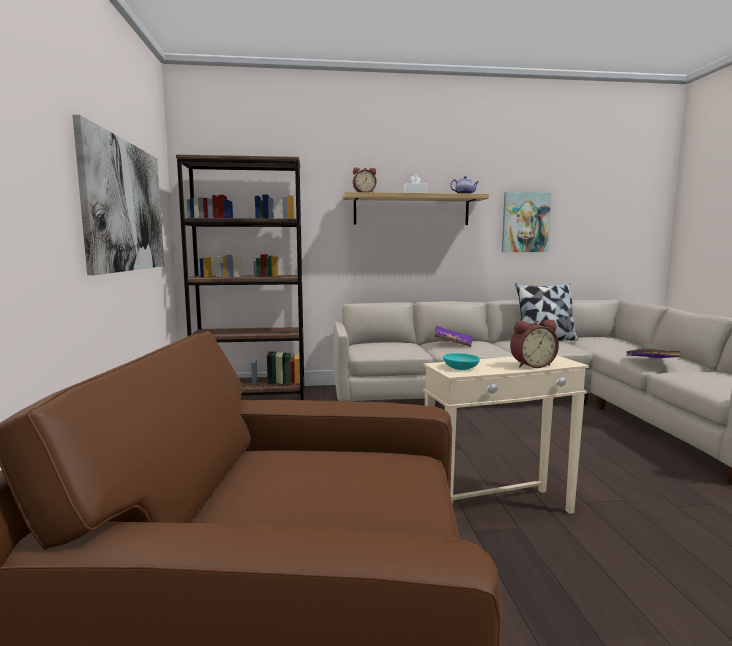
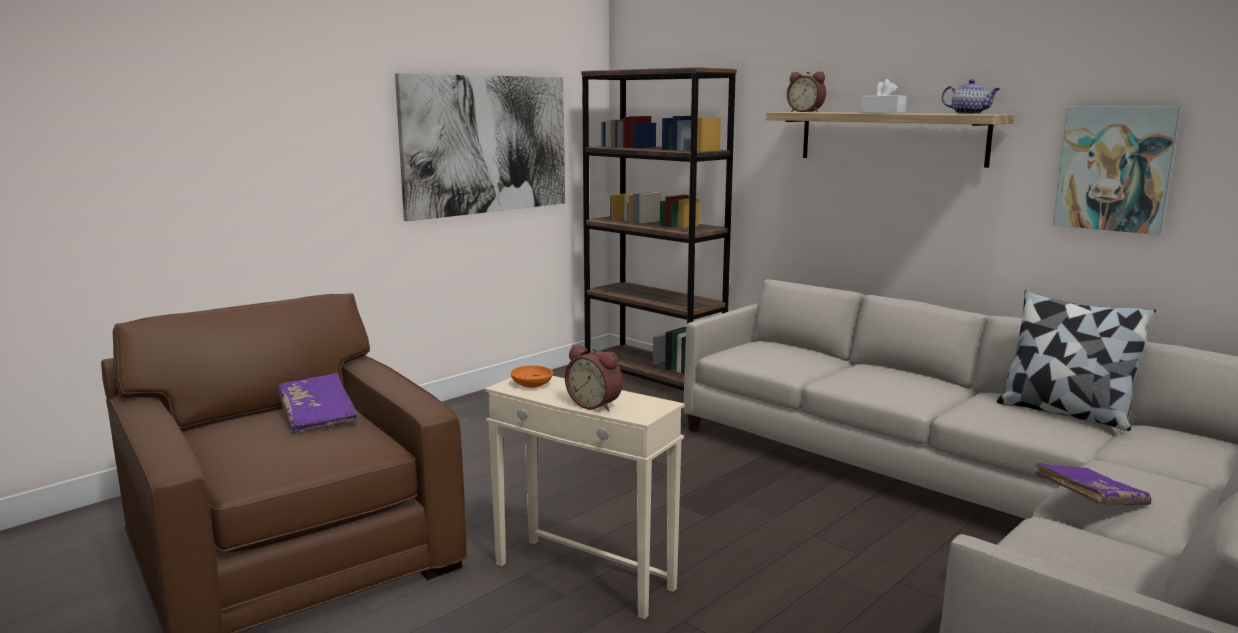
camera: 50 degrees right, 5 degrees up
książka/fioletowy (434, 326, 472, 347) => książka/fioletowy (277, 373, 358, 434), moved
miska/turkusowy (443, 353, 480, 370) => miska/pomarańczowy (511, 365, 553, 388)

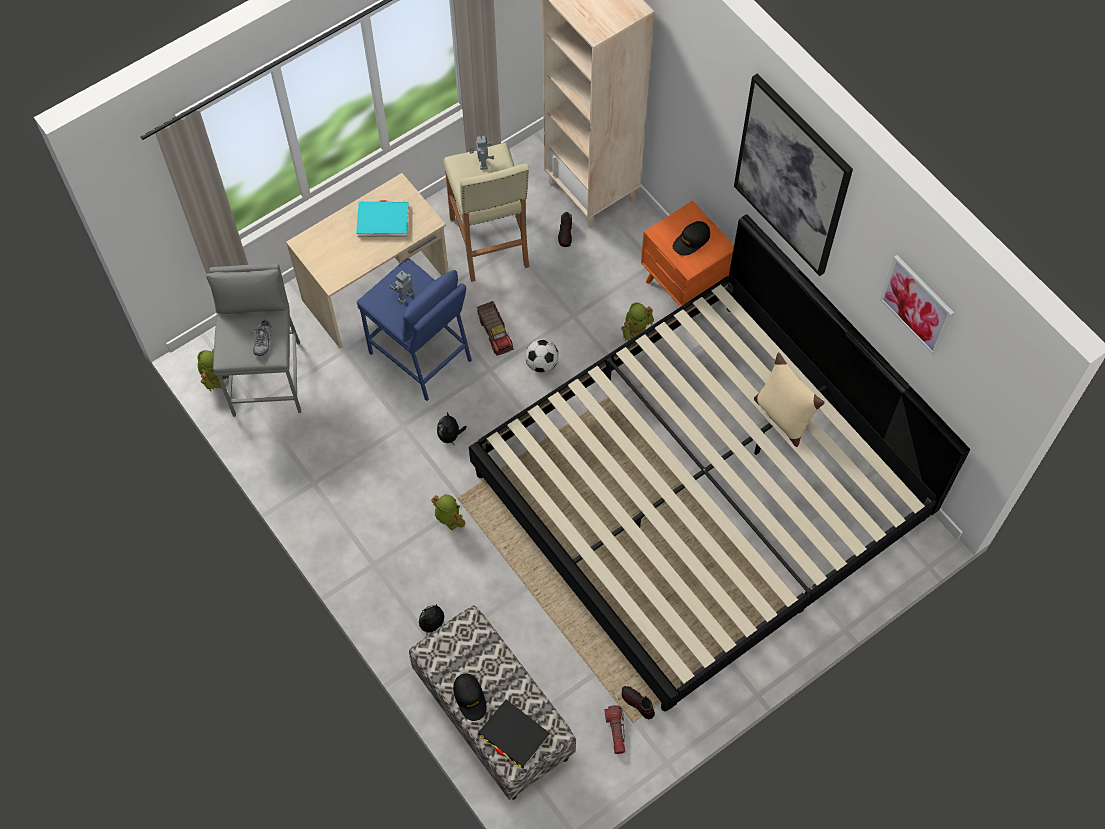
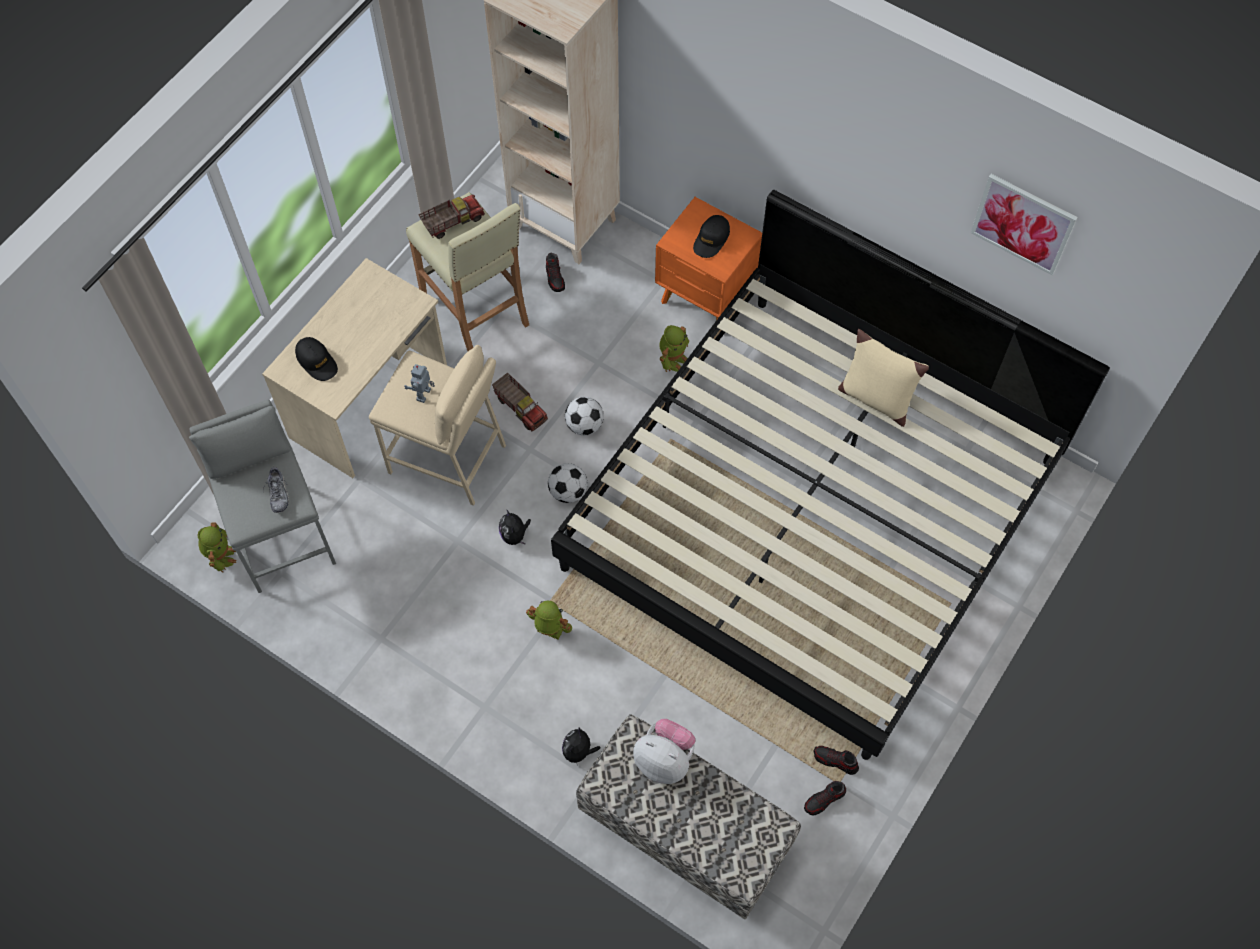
camera: 20 degrees left, 0 degrees up
obraz (734, 73, 853, 276) => nothing
robot zabawkowy (469, 136, 494, 170) => ciężarówka zabawkowa (418, 194, 485, 239)
książka/turkusowy (356, 200, 409, 237) => nothing
stołek/niebieski (357, 258, 472, 401) => stołek/beżowy (369, 345, 506, 506)
czapka z daszkiem/czarny (453, 673, 487, 721) => czapka z daszkiem/czarny (295, 337, 338, 381), moved
książka/czarny (478, 699, 550, 769) => nothing
latarka (605, 705, 625, 754) => but (804, 781, 846, 816)
nothing => piłka futbolowa (548, 463, 587, 503)
nothing => pluszak (633, 719, 696, 784)

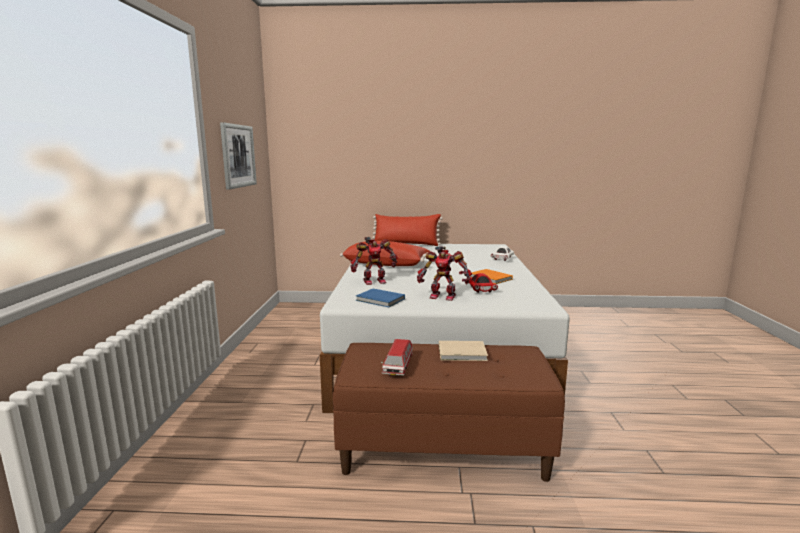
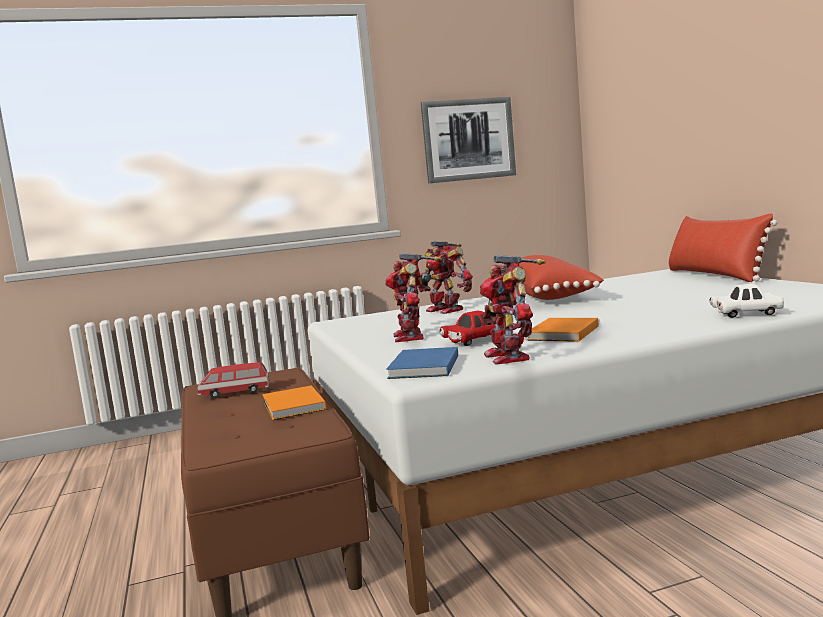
camera: 70 degrees right, 5 degrees down
książka/niebieski (356, 289, 405, 307) => książka/niebieski (386, 347, 458, 379), moved
książka/beżowy (439, 341, 488, 361) => książka/pomarańczowy (262, 385, 326, 420)
nothing => robot zabawkowy (480, 255, 546, 364)

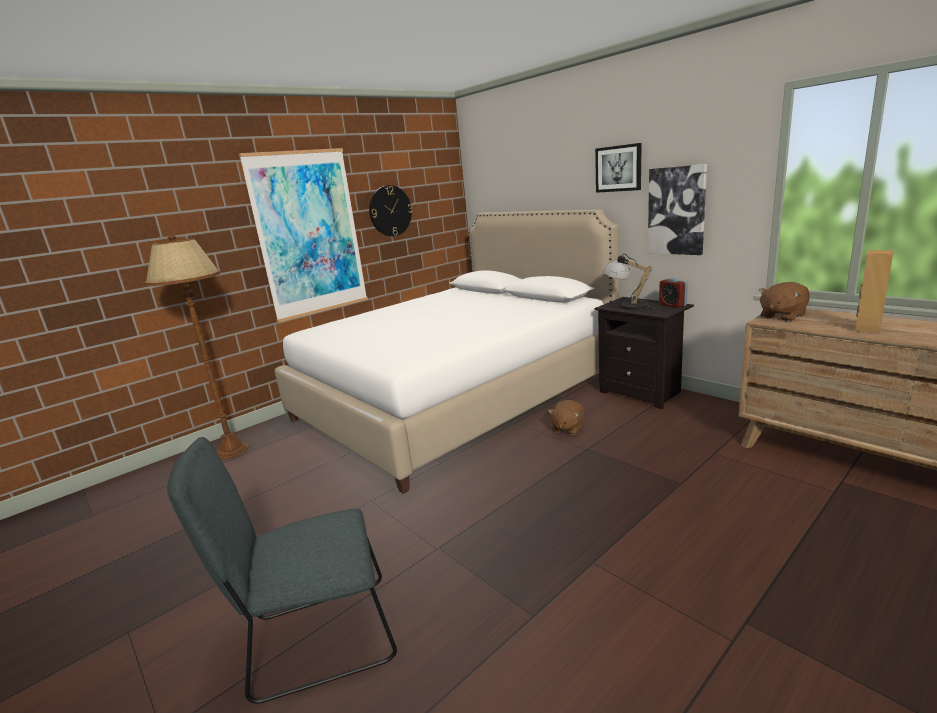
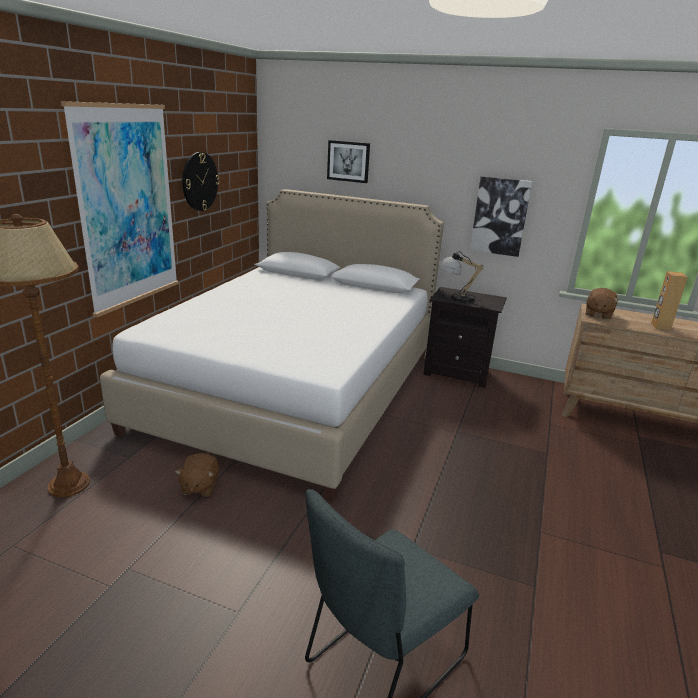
camera: 30 degrees left, 5 degrees up
obraz (595, 143, 642, 193) => obraz (327, 140, 370, 183), moved
budzik (659, 278, 688, 308) => nothing
pluszak/brązowy (548, 400, 584, 435) => pluszak/brązowy (175, 453, 219, 496), moved

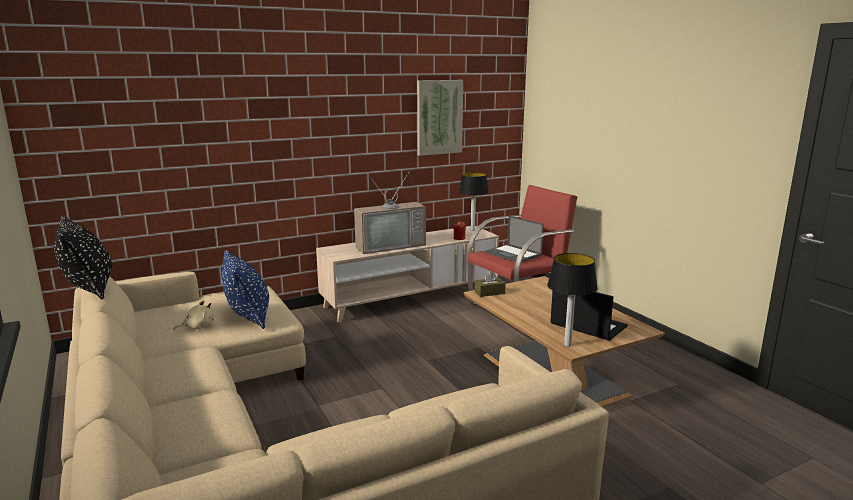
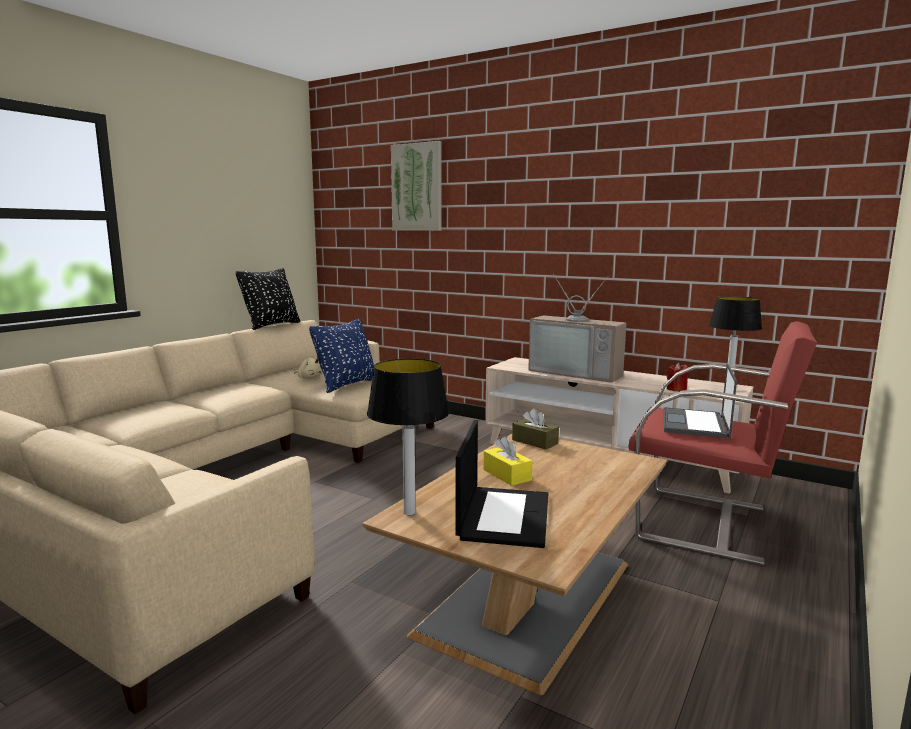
camera: 60 degrees right, 5 degrees down
obraz (417, 80, 463, 156) => obraz (391, 141, 442, 231), moved
nothing => pudełko chusteczek/żółty (484, 436, 532, 486)

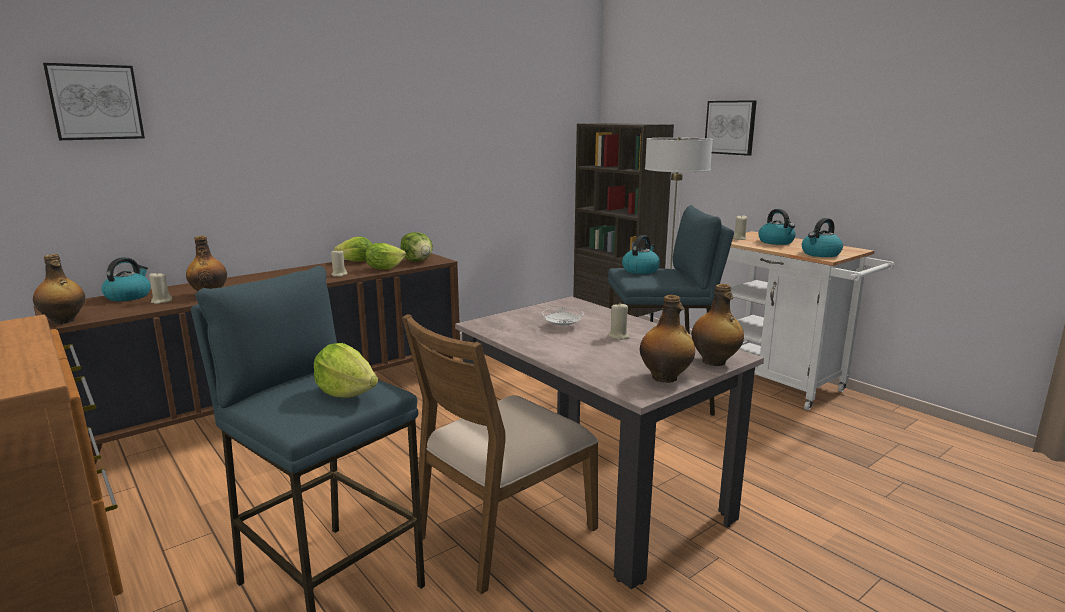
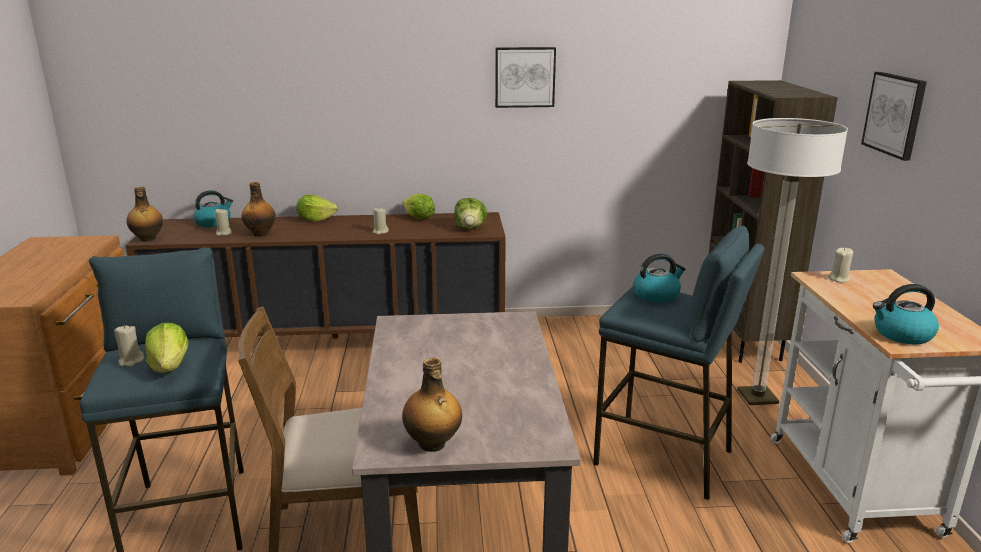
camera: 35 degrees right, 5 degrees up
obraz (43, 63, 145, 140) => obraz (495, 47, 556, 108), moved
czajnik (759, 209, 796, 245) => nothing
sałata (365, 243, 406, 270) => sałata (296, 194, 338, 222), moved
butelka (692, 284, 744, 366) => nothing
świeca/beżowy (609, 302, 630, 340) => świeca/beżowy (114, 325, 144, 367), moved
talerz/biały (542, 307, 583, 326) => nothing

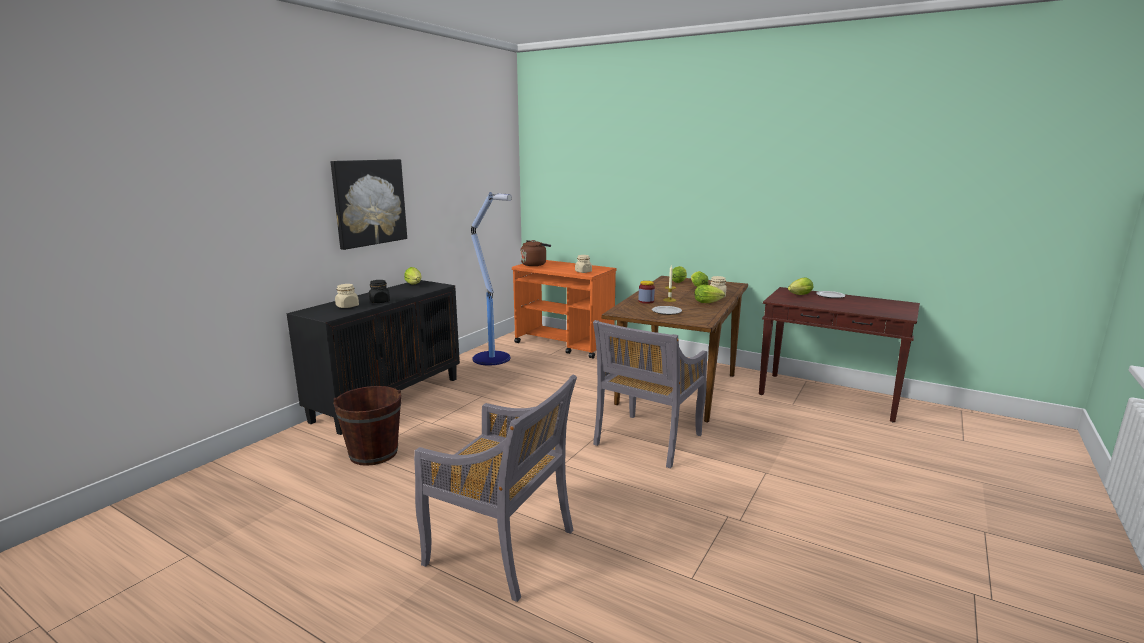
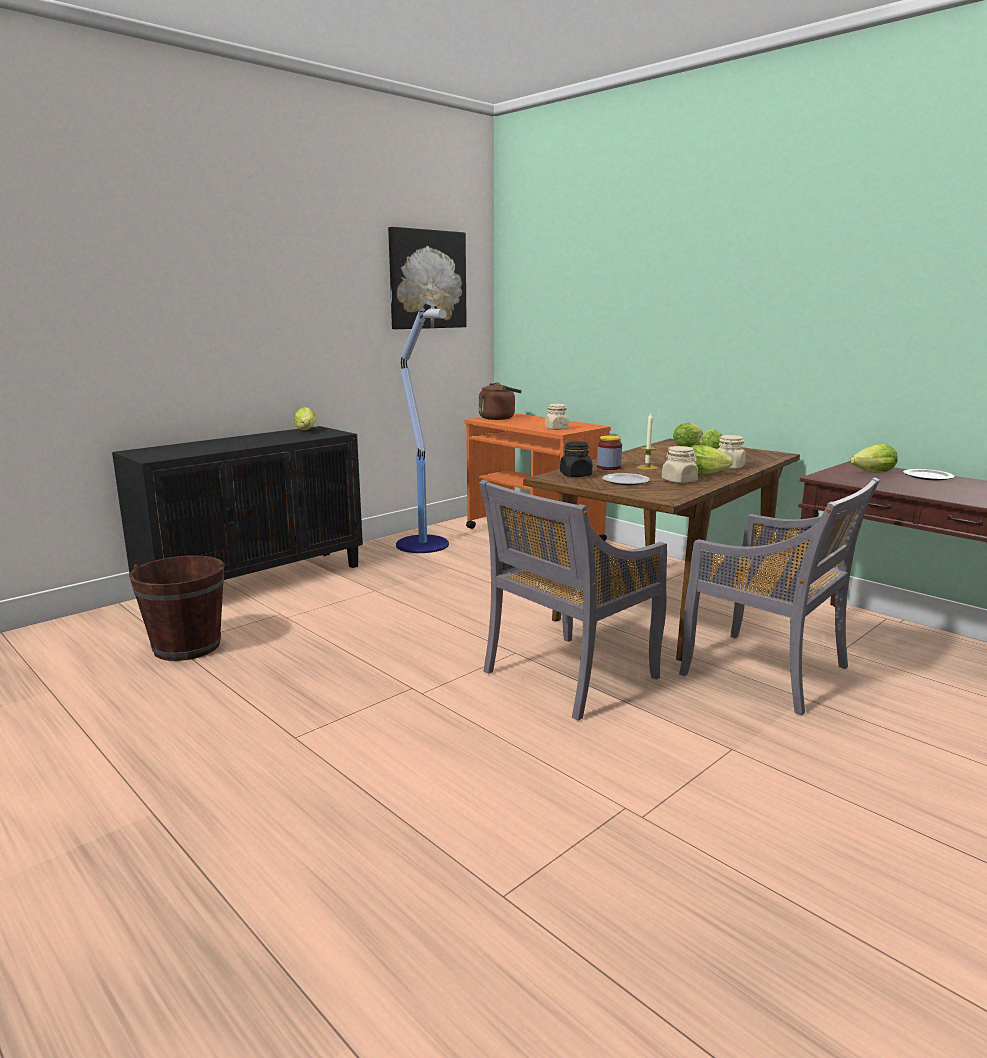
camera: 15 degrees right, 0 degrees up
obraz (331, 159, 407, 250) => obraz (388, 227, 467, 329), moved
słoik/czarny (369, 280, 390, 303) => słoik/czarny (560, 441, 592, 477), moved
słoik/beżowy (335, 284, 359, 308) => słoik/beżowy (662, 446, 698, 483), moved
krzesło/szary (414, 375, 577, 602) => krzesło/szary (679, 477, 880, 715), moved

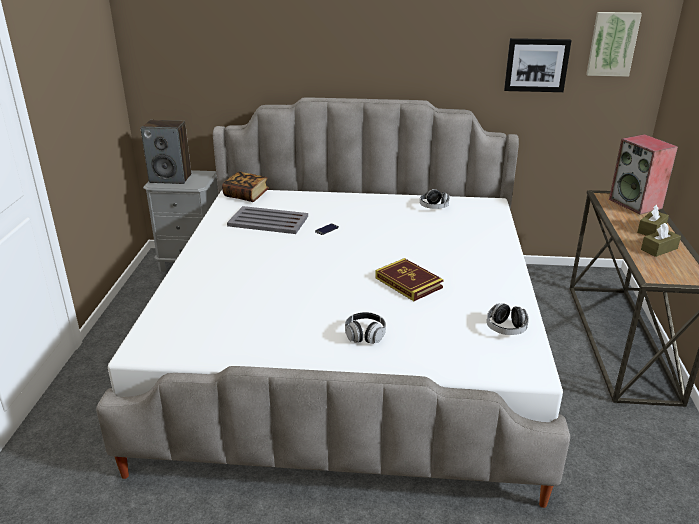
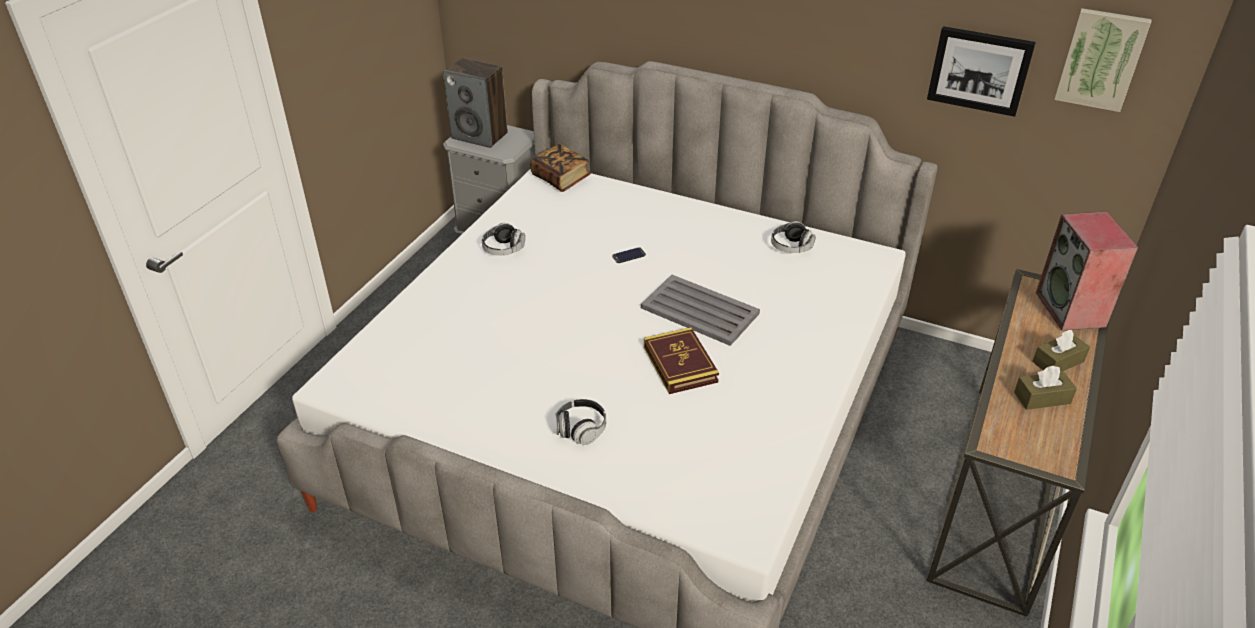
camera: 20 degrees right, 10 degrees up
taca/szary (227, 206, 308, 234) => taca/szary (641, 275, 760, 346), moved
słuchawki (487, 303, 529, 335) => słuchawki (482, 223, 525, 255), moved

